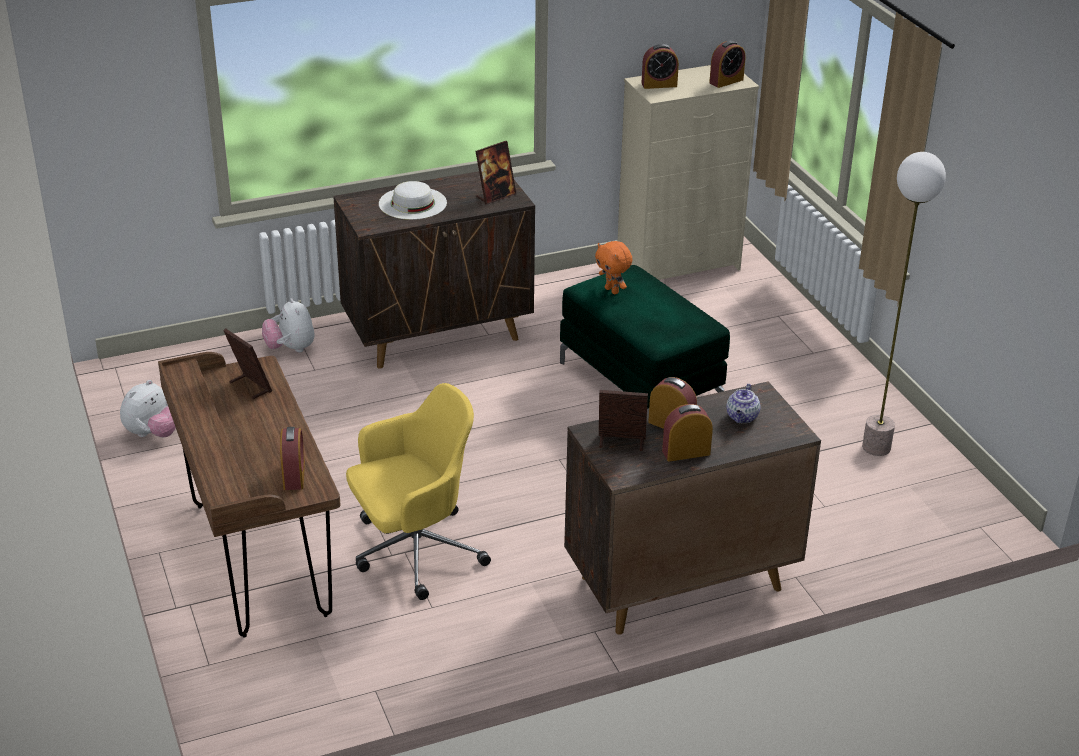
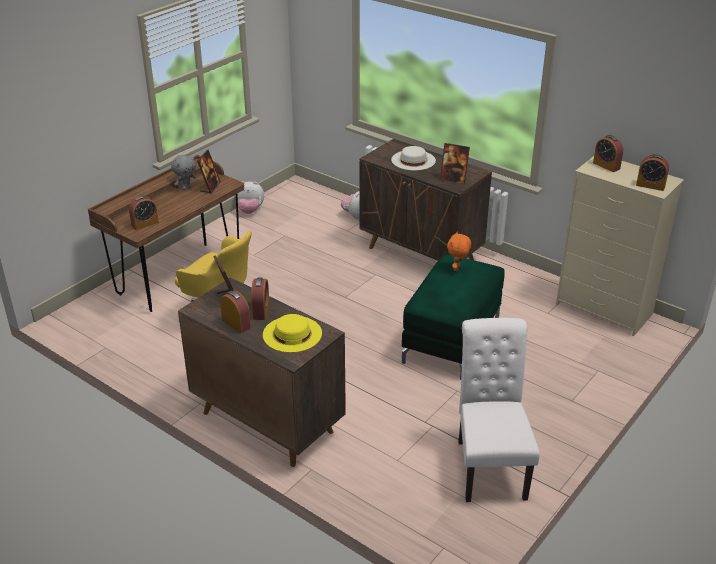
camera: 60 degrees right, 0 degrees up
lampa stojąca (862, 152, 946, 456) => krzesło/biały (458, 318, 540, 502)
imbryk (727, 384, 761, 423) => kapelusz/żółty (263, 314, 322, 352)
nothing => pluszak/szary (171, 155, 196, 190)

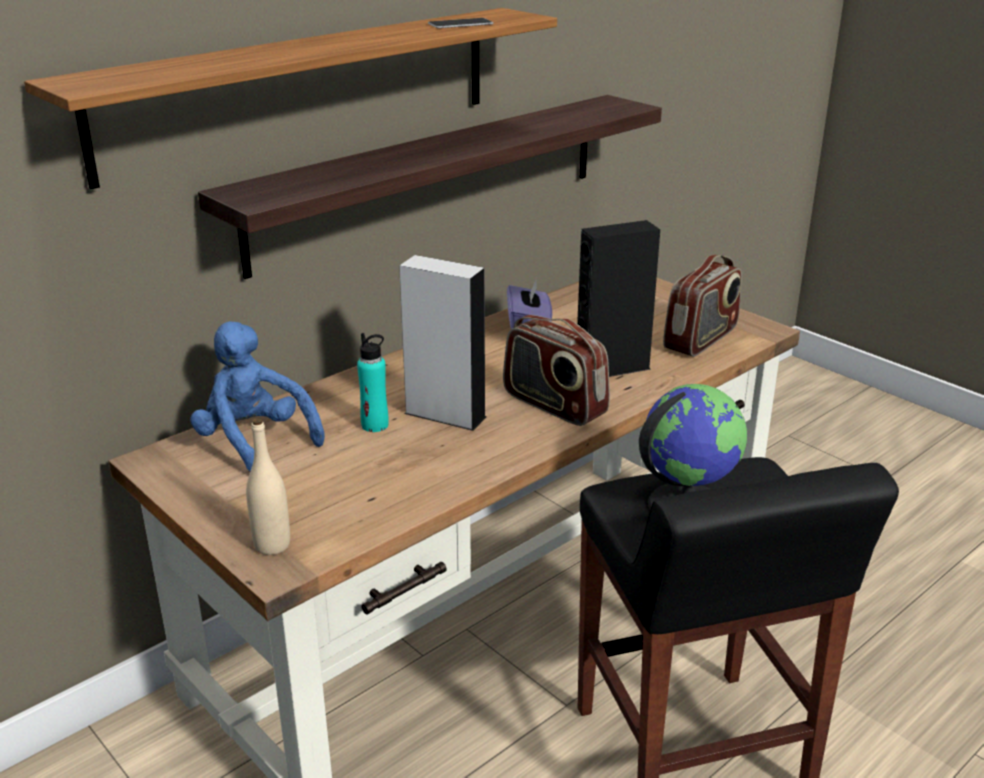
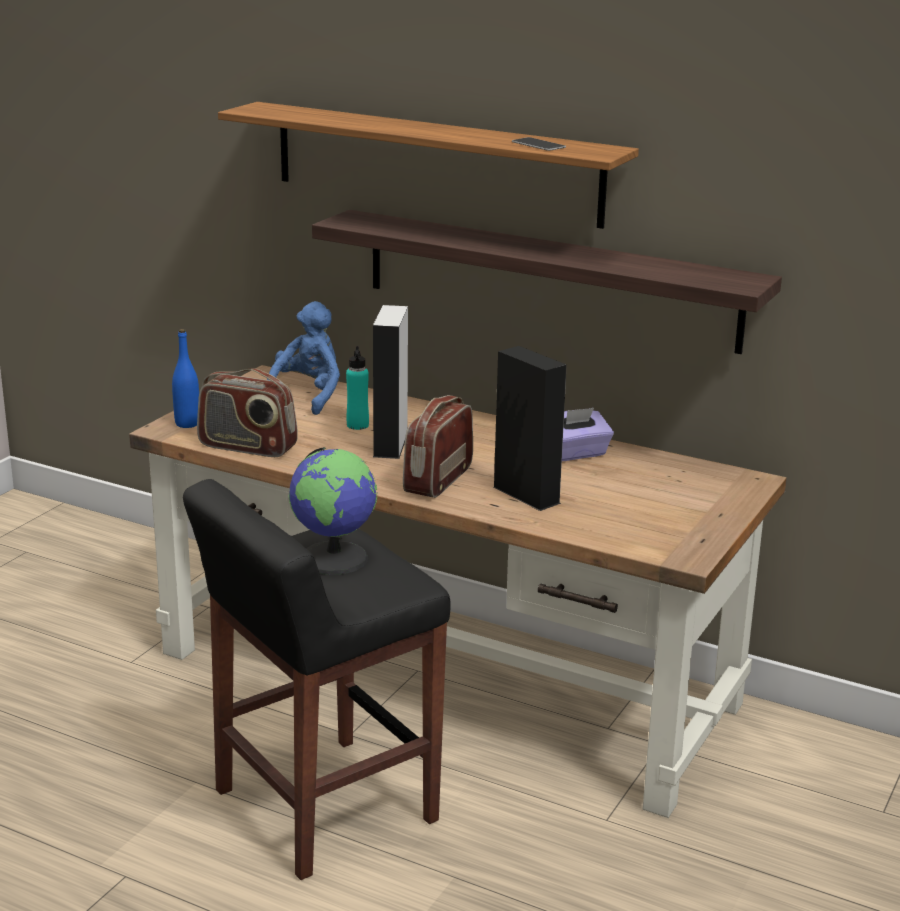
camera: 70 degrees right, 5 degrees down
radio (663, 255, 742, 357) => radio (197, 369, 298, 457), moved
butelka/beżowy (246, 418, 290, 555) => butelka/niebieski (172, 329, 199, 428)

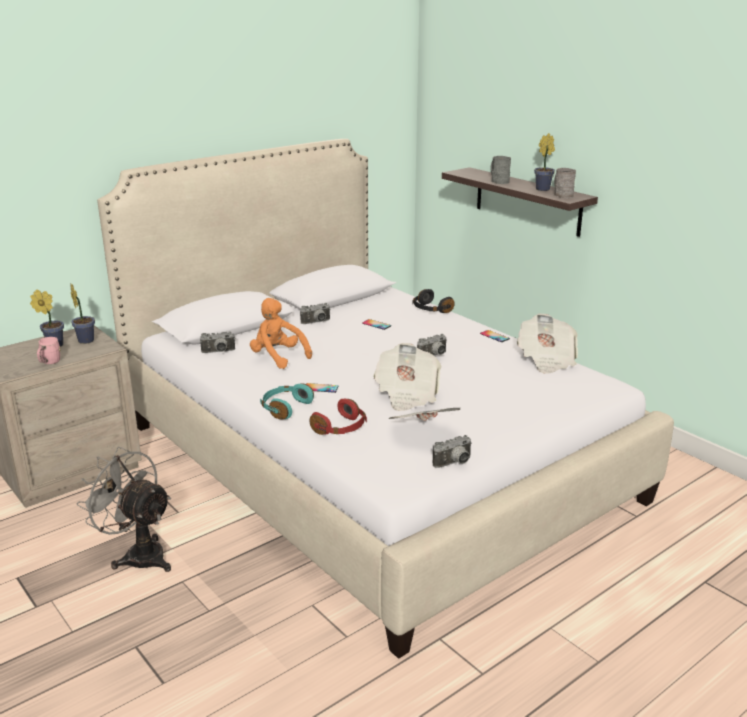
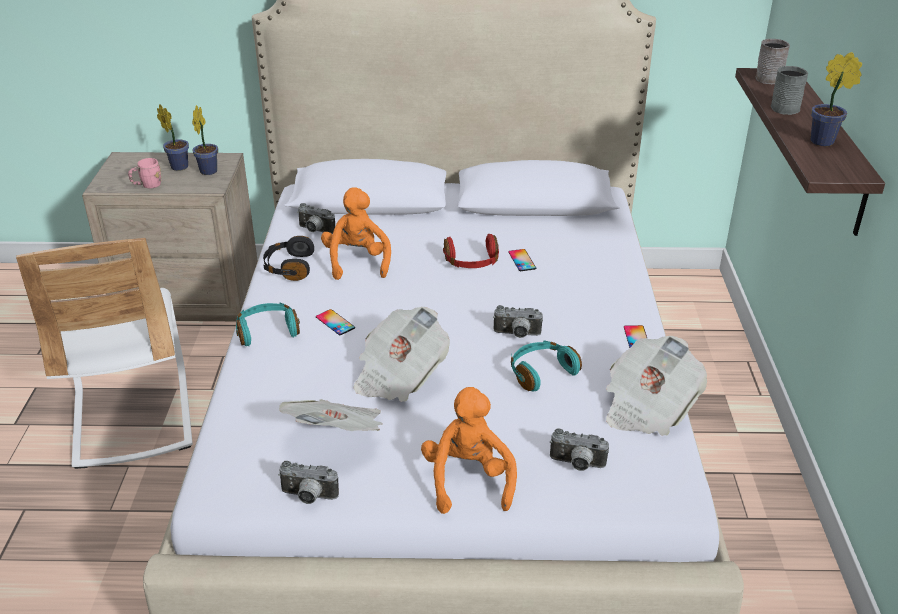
camera: 40 degrees right, 10 degrees up
kubek/szary (554, 168, 576, 198) => kubek/szary (756, 39, 790, 84), moved
słuchawki/czarny (412, 289, 455, 313) => słuchawki/czarny (263, 236, 314, 281), moved
aparat fotograficzny (300, 303, 330, 324) => aparat fotograficzny (550, 428, 609, 471), moved
słuchawki/czerwony (310, 398, 367, 435) => słuchawki/czerwony (443, 234, 499, 268), moved
wentylator/szary (77, 447, 171, 572) => krzesło/biały (16, 238, 193, 469)
nothing => słuchawki/turkusowy (511, 340, 582, 391)
nothing => pluszak/pomarańczowy (421, 387, 517, 514)

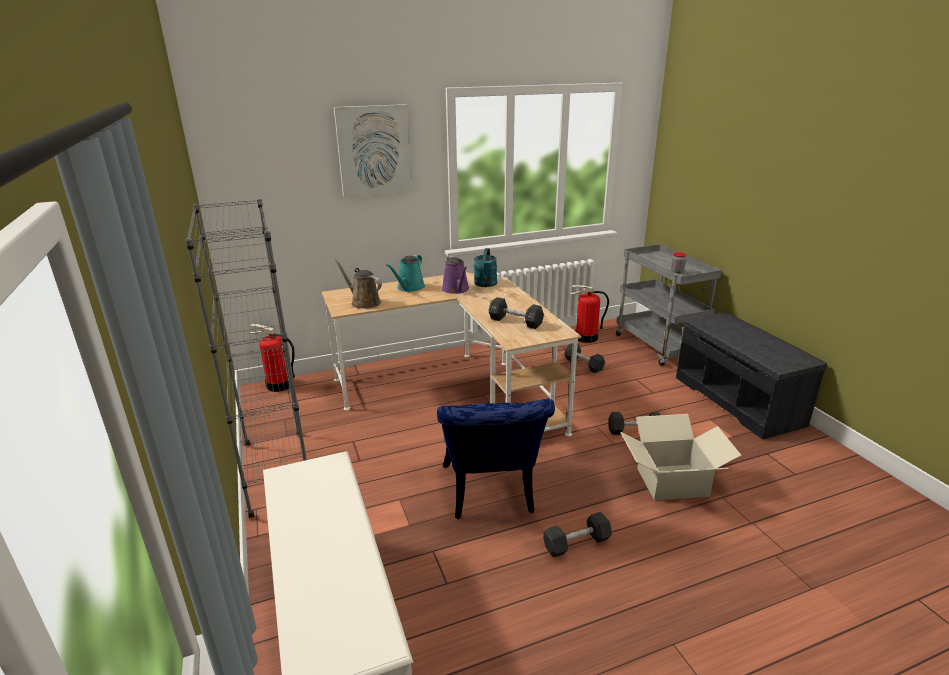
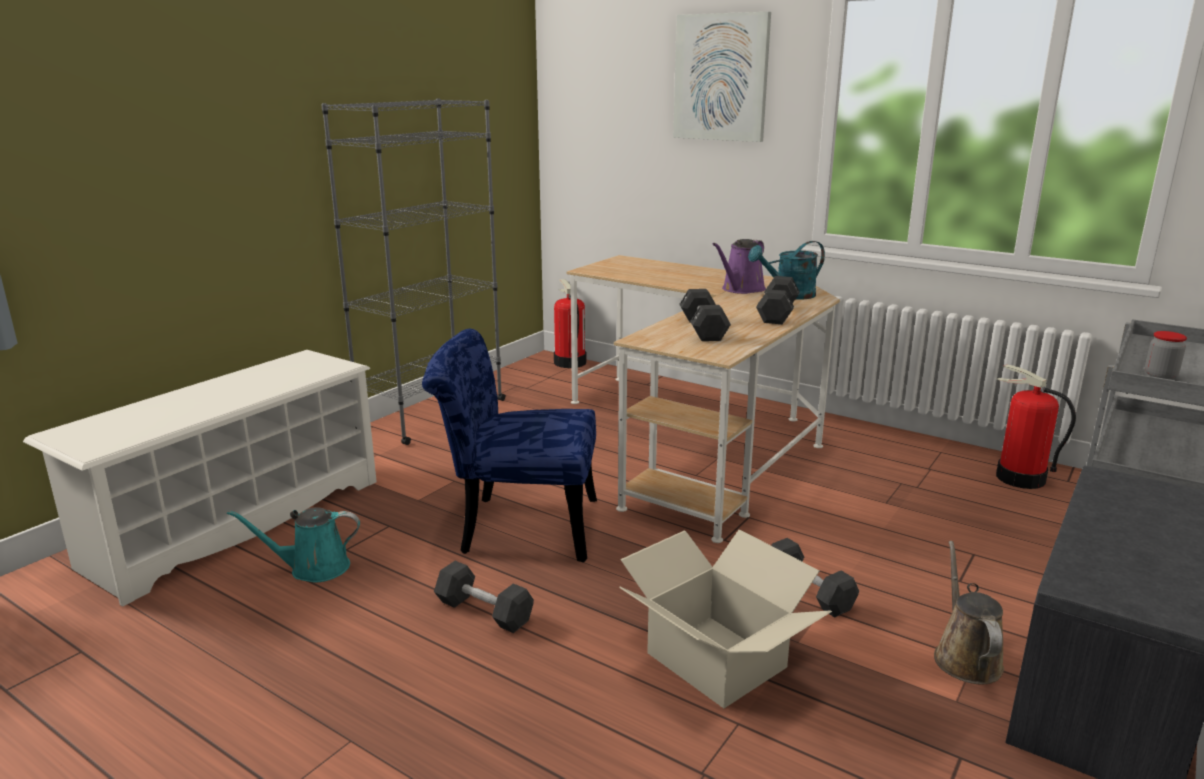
camera: 55 degrees right, 5 degrees down
konewka/turkusowy (386, 255, 425, 292) => konewka/turkusowy (227, 507, 360, 582), moved
konewka/brązowy (334, 259, 382, 309) => konewka/brązowy (934, 541, 1004, 685), moved
hantel/czarny (564, 344, 605, 373) => hantel/czarny (756, 276, 800, 324), moved
krzesło/niebieski (437, 399, 555, 519) => krzesło/niebieski (422, 329, 597, 562), 45 degrees clockwise

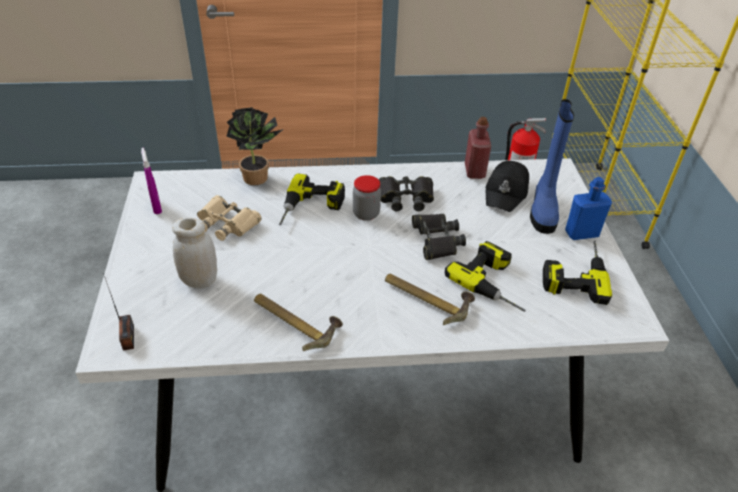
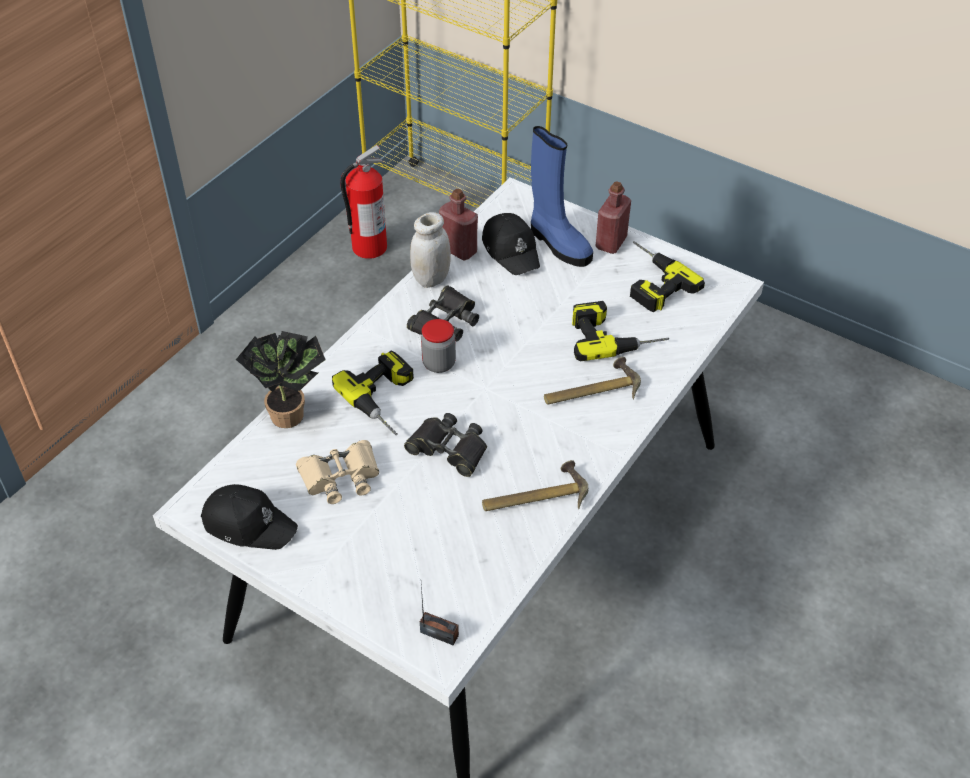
camera: 50 degrees left, 5 degrees up
spryskiwacz/fioletowy (141, 148, 162, 214) => czapka z daszkiem/czarny (201, 484, 298, 550)
butelka/niebieski (565, 177, 612, 240) => butelka/czerwony (596, 181, 631, 254)
lornetka/czarny (412, 214, 466, 260) => lornetka/czarny (404, 413, 487, 477), moved
słoik/biały (172, 217, 217, 289) => słoik/biały (410, 212, 451, 288), moved

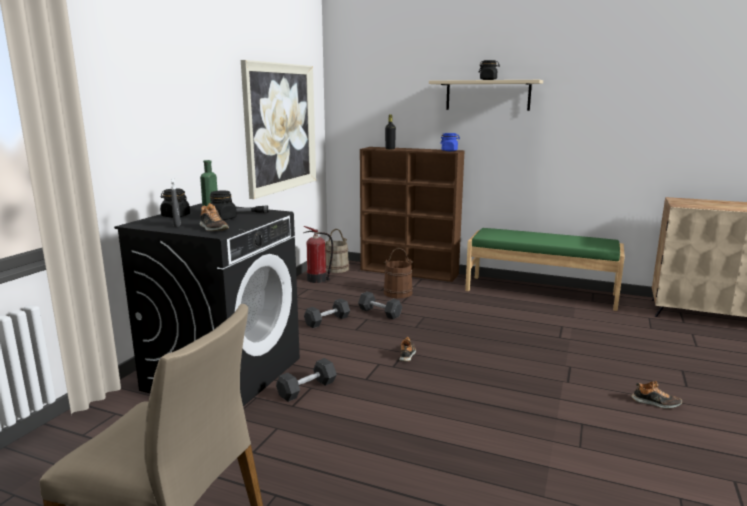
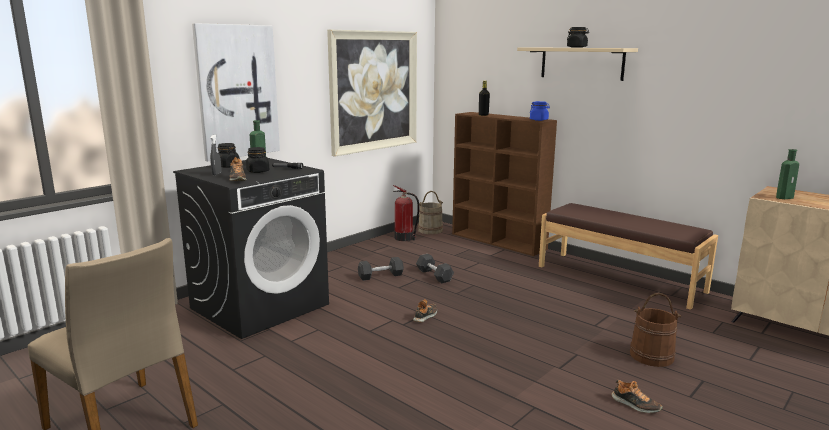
camera: 20 degrees right, 0 degrees up
ławka/zielony (465, 228, 625, 311) => ławka/brązowy (539, 203, 718, 310)
wiadro/brązowy (383, 248, 414, 298) => wiadro/brązowy (630, 293, 682, 367), moved
hantel/szary (276, 358, 337, 402) => nothing
nothing => obraz (192, 23, 280, 161)
nothing => butelka/zielony (776, 149, 799, 199)

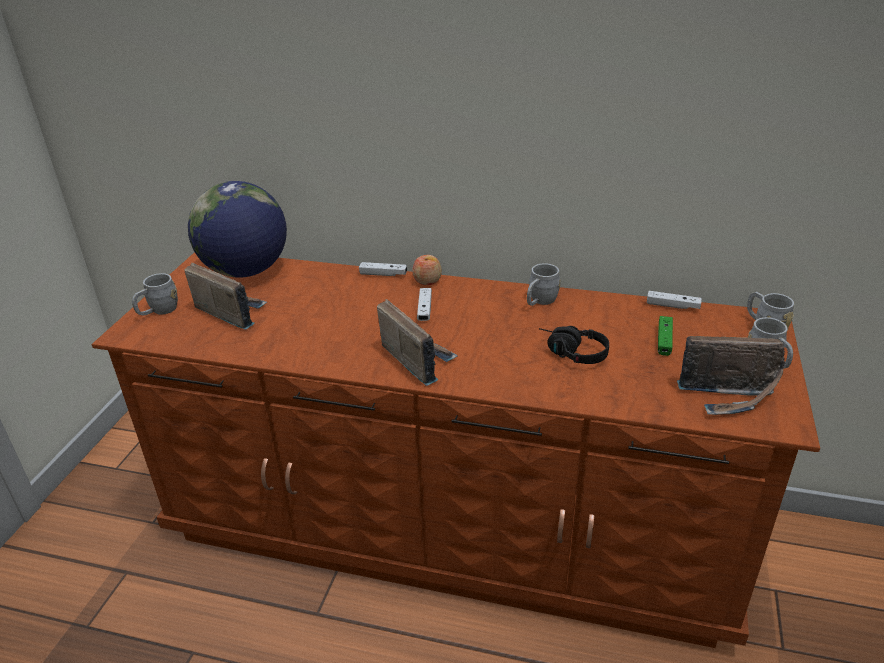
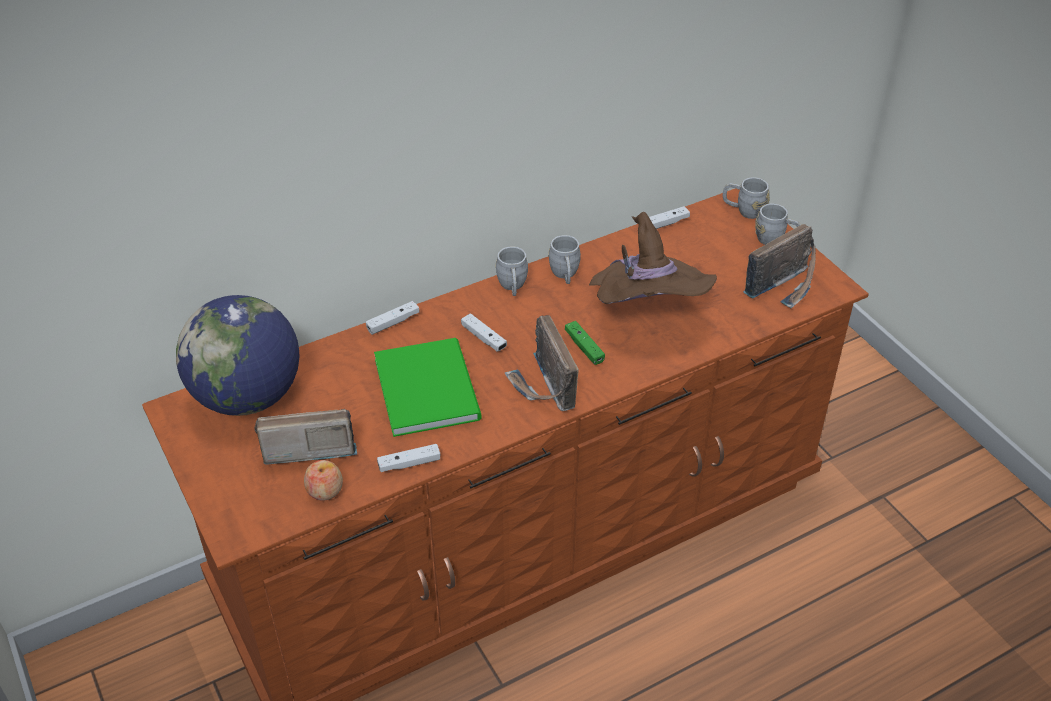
camera: 45 degrees left, 10 degrees up
jabłko (412, 255, 442, 285) => jabłko (304, 460, 343, 501), moved
kubek/szary (132, 273, 178, 315) => kubek/szary (496, 246, 528, 296), moved
radio (377, 299, 458, 386) => radio (504, 315, 579, 411), 120 degrees counterclockwise
pad do gier/zielony (658, 316, 673, 356) => pad do gier/zielony (565, 321, 605, 365), moved
słuchawki/czarny (539, 326, 609, 364) => kapelusz/brązowy (589, 212, 717, 304)
nothing => książka/zielony (374, 338, 482, 437)
nothing => pad do gier/biały (377, 444, 440, 472)

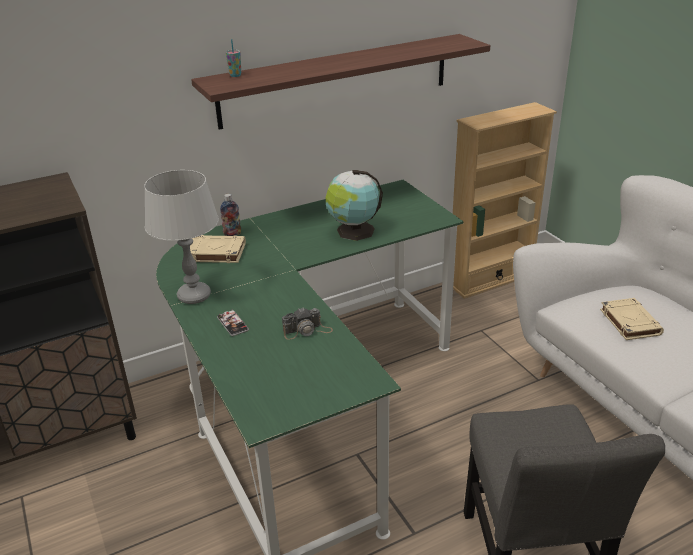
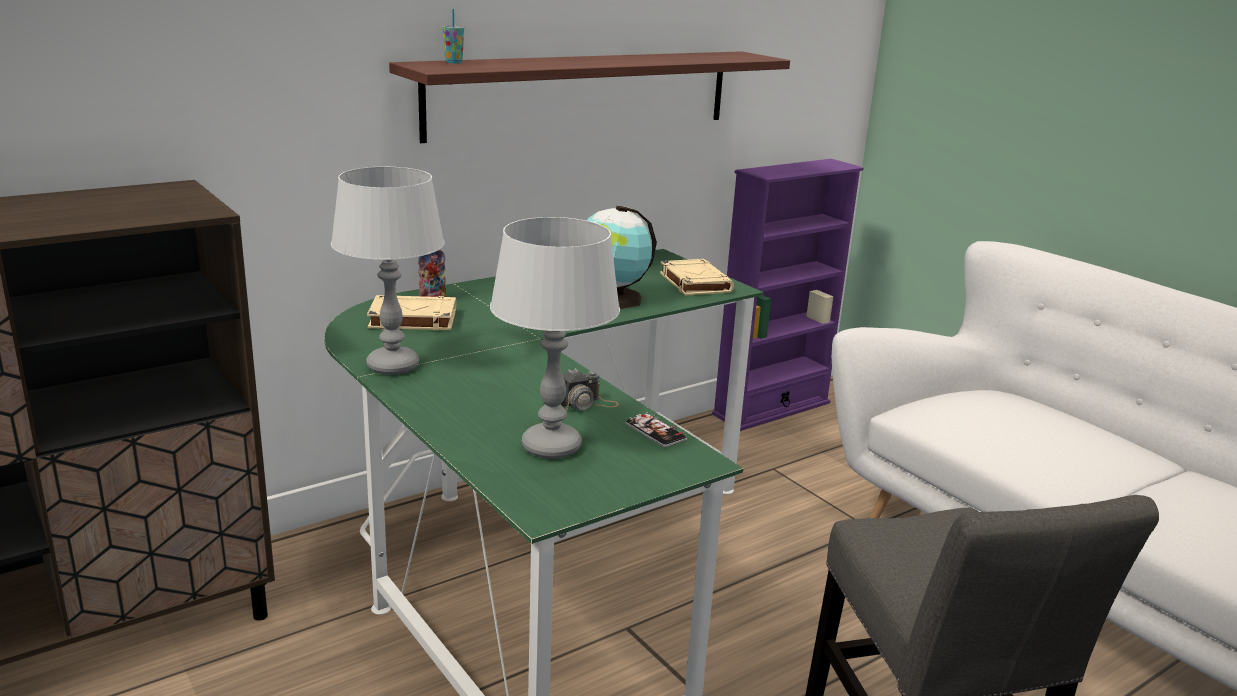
camera: 10 degrees left, 10 degrees down
regał/beżowy (453, 102, 557, 299) => regał/fioletowy (712, 159, 864, 431)
książka/beżowy (600, 298, 664, 340) => książka/beżowy (660, 259, 734, 296), moved
telefon (217, 310, 249, 336) => telefon (625, 412, 687, 447), moved
nothing => lampa stołowa/szary (490, 217, 620, 459)

